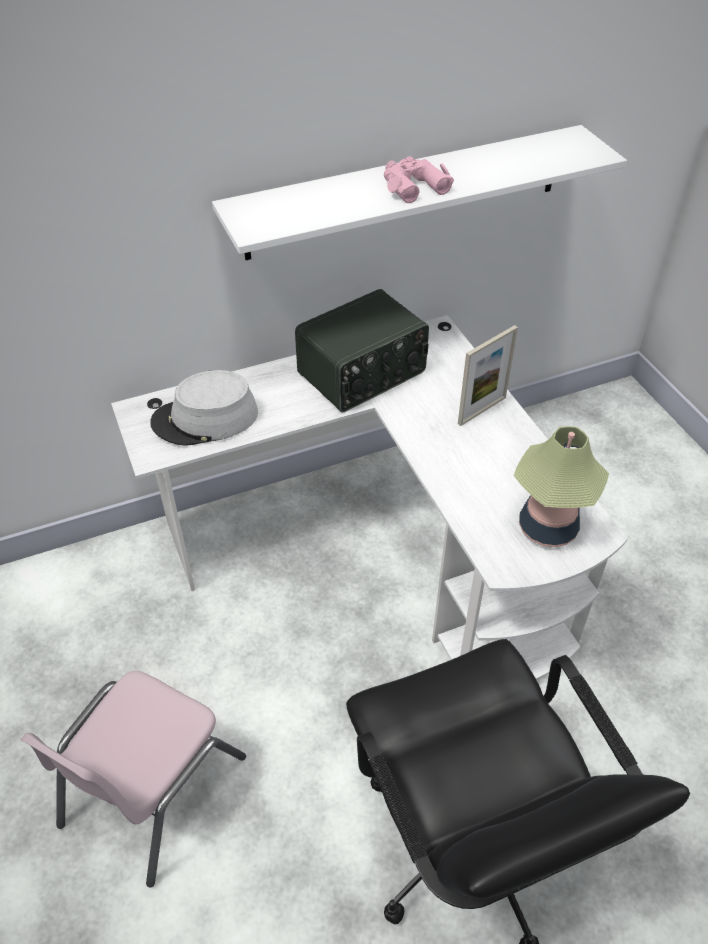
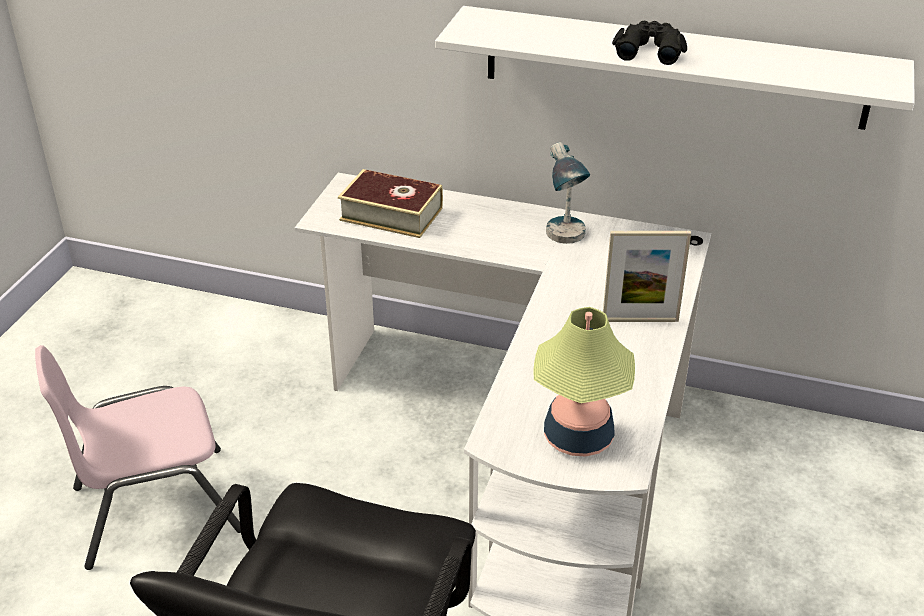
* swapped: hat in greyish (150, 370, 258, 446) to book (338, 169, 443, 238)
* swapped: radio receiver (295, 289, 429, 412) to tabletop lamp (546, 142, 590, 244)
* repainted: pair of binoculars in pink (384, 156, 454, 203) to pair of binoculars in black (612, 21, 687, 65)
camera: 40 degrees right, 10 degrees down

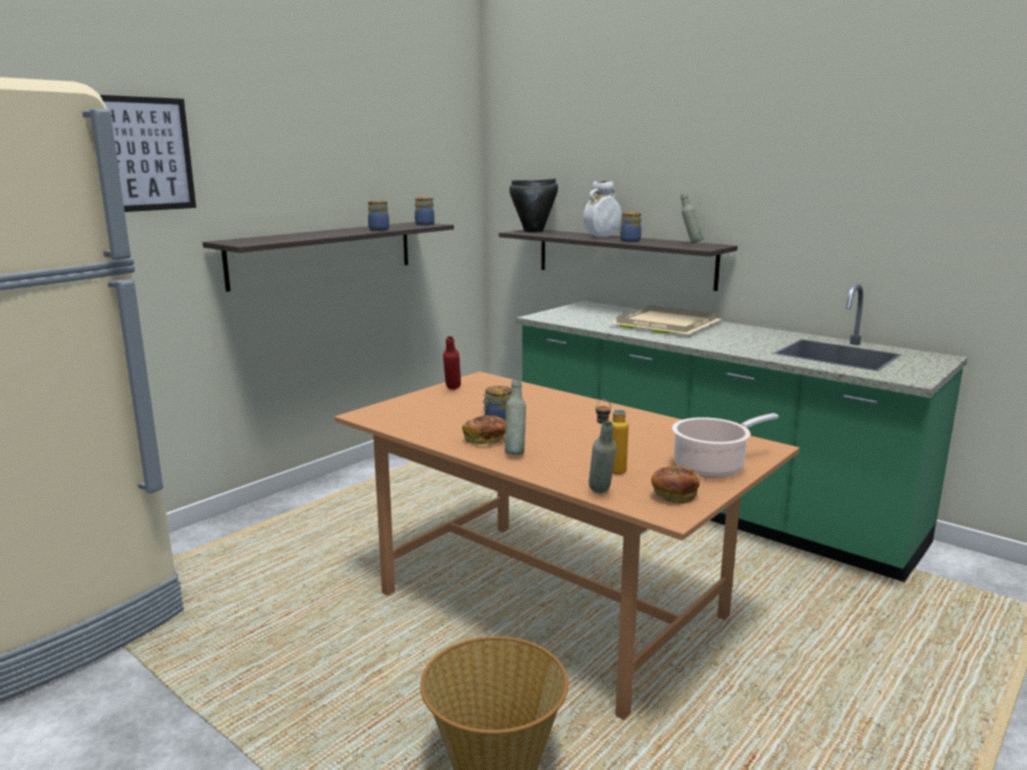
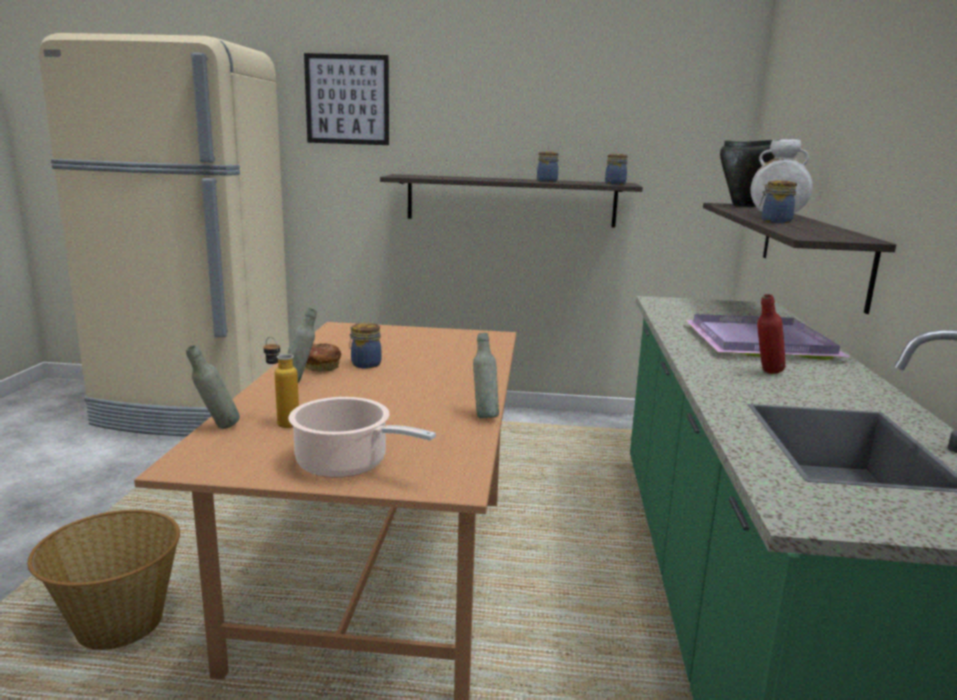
* gone: bakery bread (651, 466, 700, 503)
* shifted: beverage bottle in red (443, 336, 461, 390) to (757, 294, 785, 374)
* shifted: beverage bottle in greyish (681, 193, 703, 244) to (473, 333, 499, 418)
* repainted: tray in beige (610, 305, 722, 334) to tray in purple (685, 314, 850, 360)
camera: 55 degrees right, 0 degrees up

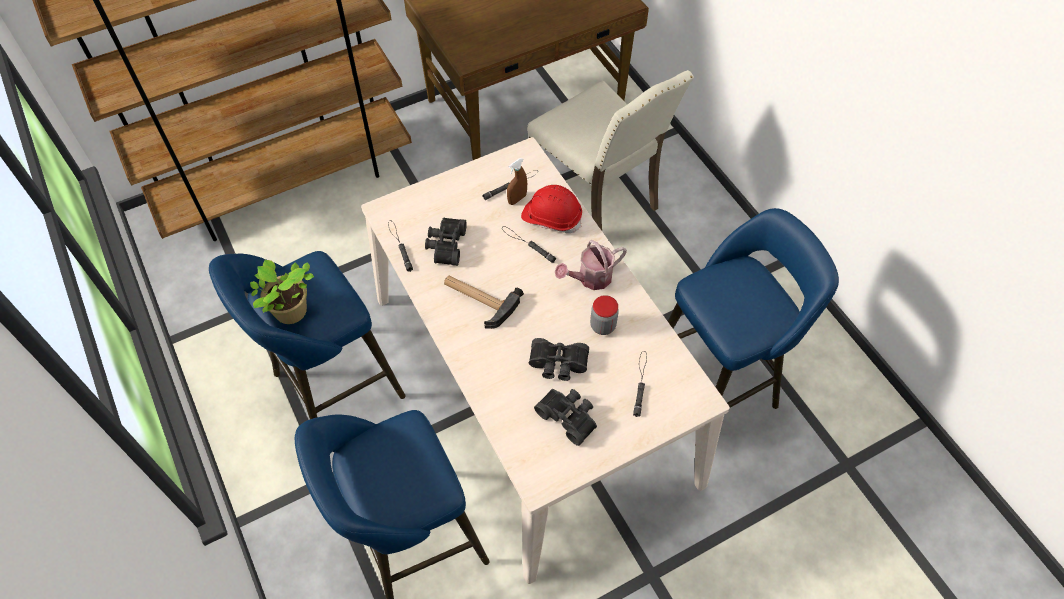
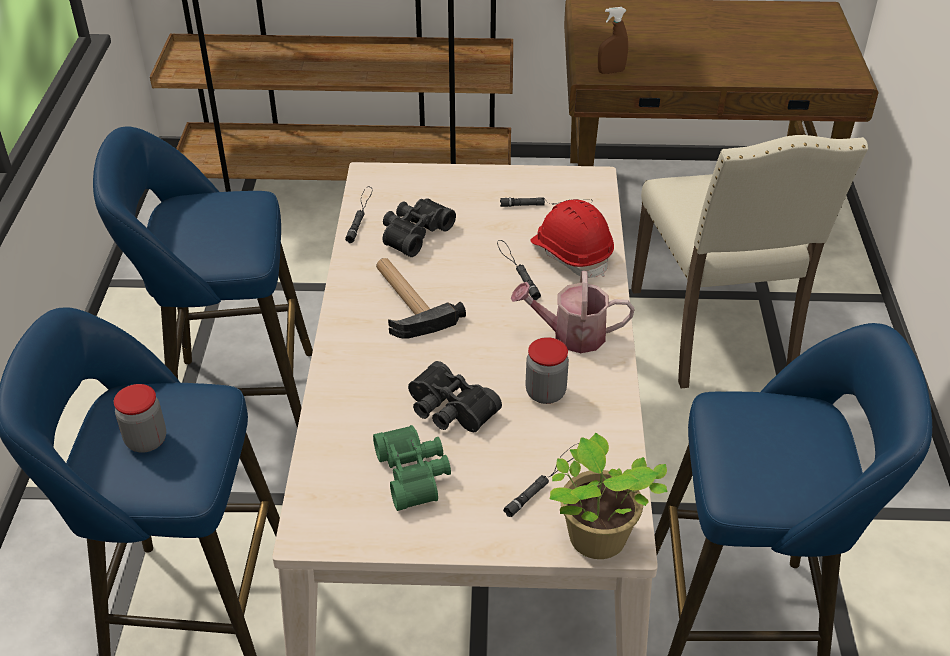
* new: storage jar (114, 384, 166, 453)
* shifted: houseplant (250, 260, 314, 324) to (549, 433, 668, 559)
* shifted: hand sprayer in brown-coloured (507, 158, 527, 205) to (598, 7, 628, 74)
* repainted: pair of binoculars in black (534, 389, 597, 446) to pair of binoculars in green (373, 425, 451, 511)
camera: 30 degrees right, 15 degrees down

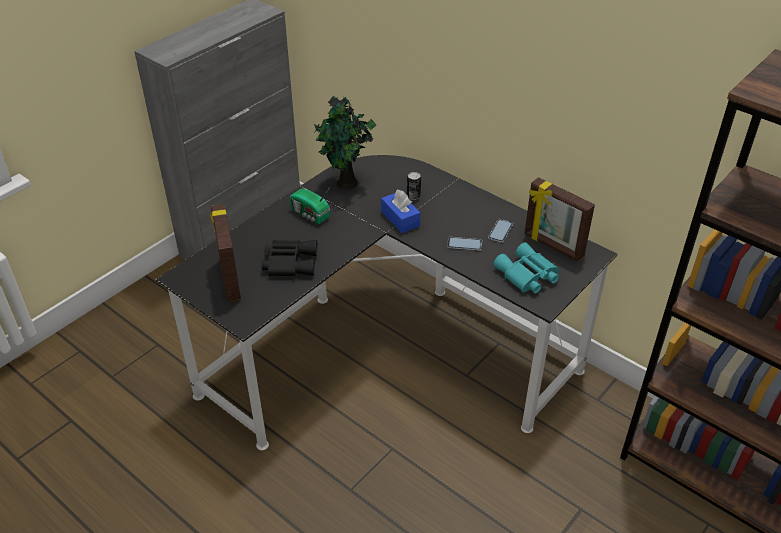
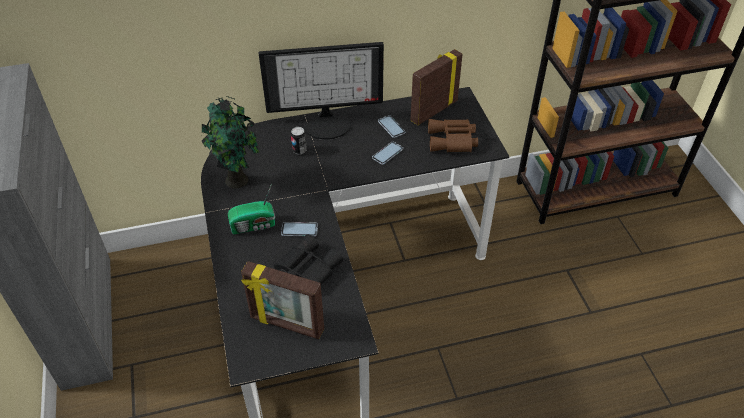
* gone: box of tissues in bluish (381, 190, 420, 233)
* new: computer screen (259, 42, 384, 140)
* new: handset (281, 222, 318, 237)
* repainted: pair of binoculars in turquoise-coloured (493, 242, 559, 293) to pair of binoculars in brown-coloured (428, 119, 478, 153)
* rotated: photo frame (525, 177, 595, 261) = (410, 49, 463, 125) 150 degrees clockwise
camera: 55 degrees left, 5 degrees up

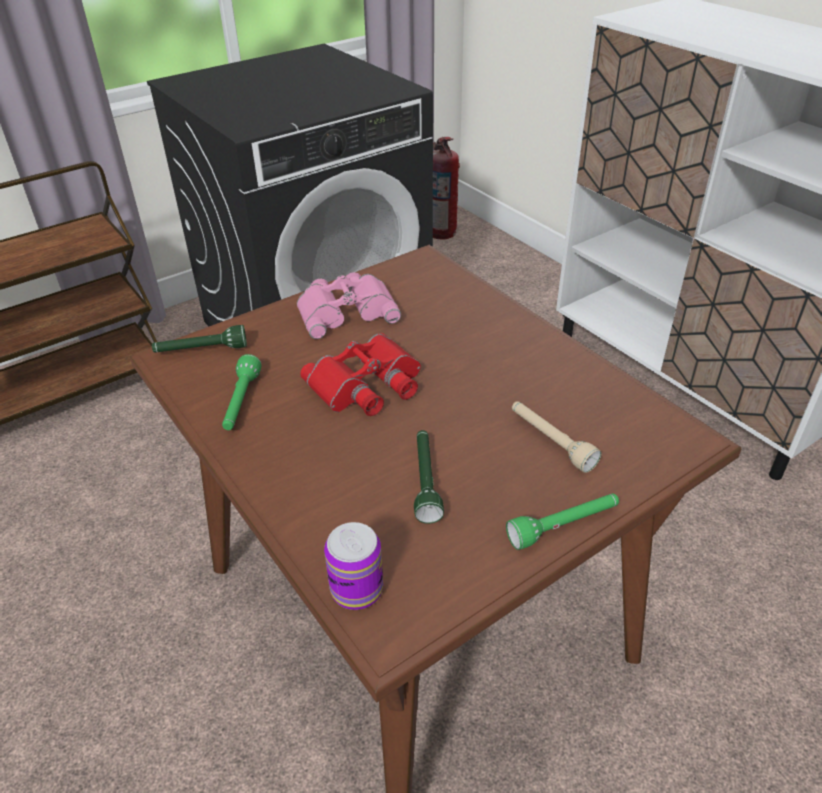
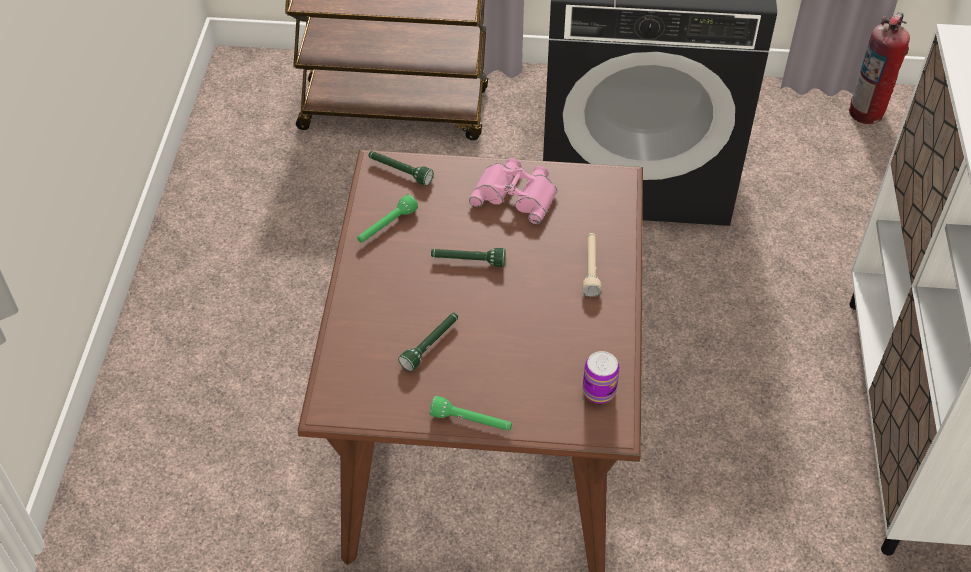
* shifted: metal can (324, 522, 383, 610) to (583, 351, 620, 404)
* shifted: torch in beige (512, 401, 601, 473) to (582, 233, 602, 297)
* swapped: pair of binoculars in red (300, 333, 421, 416) to torch in green (431, 248, 506, 267)
camera: 40 degrees right, 10 degrees up

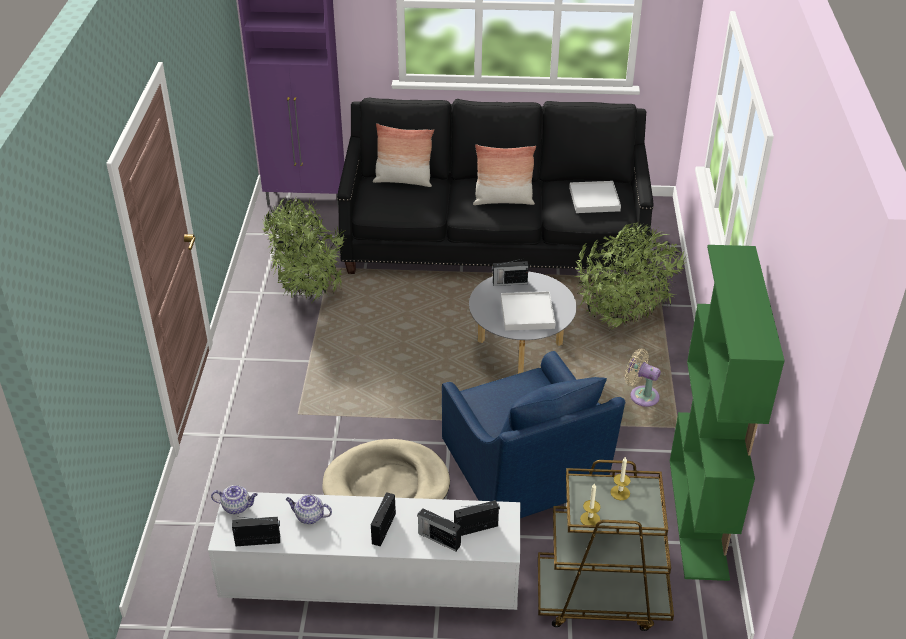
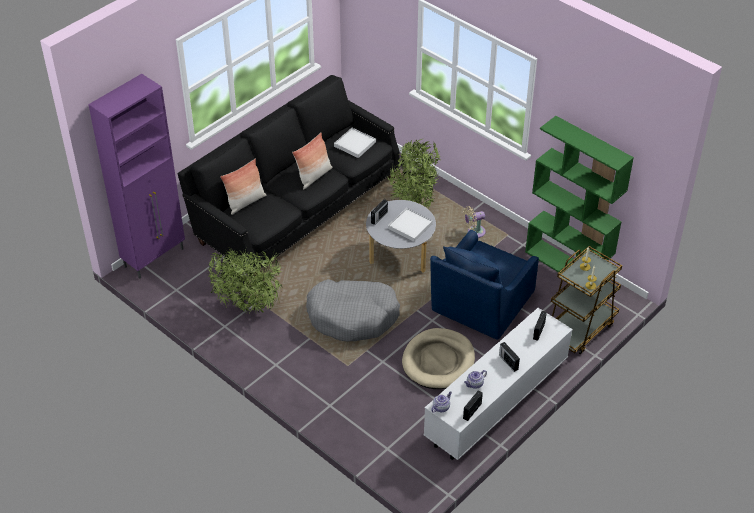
* gone: radio receiver (417, 508, 461, 551)
* new: dog bed in greyish (306, 279, 400, 341)
* rotated: armchair in bluish (442, 351, 625, 518) = (430, 230, 539, 339) 105 degrees clockwise
camera: 50 degrees left, 5 degrees up

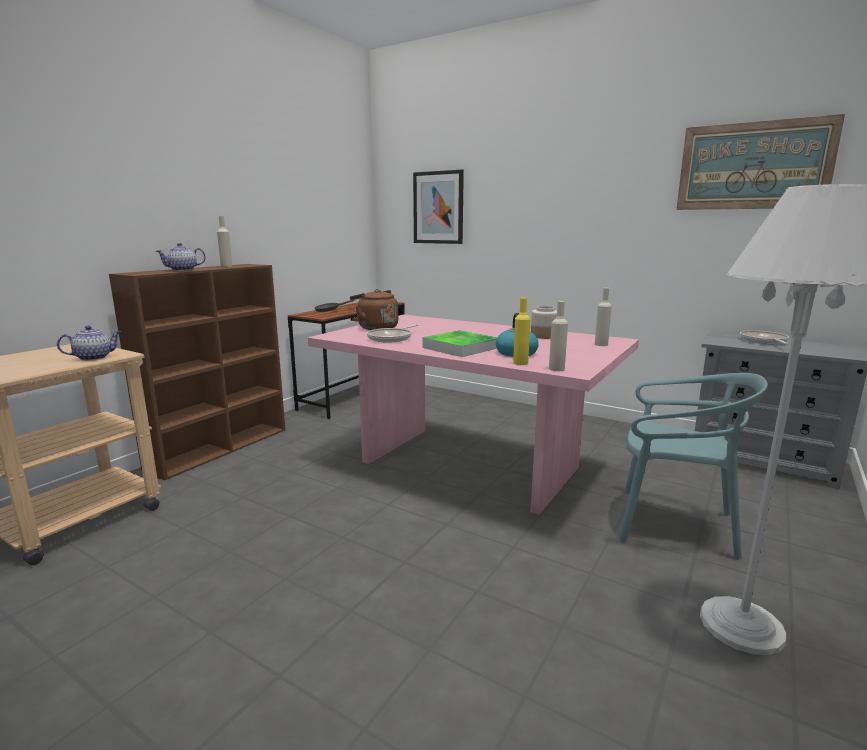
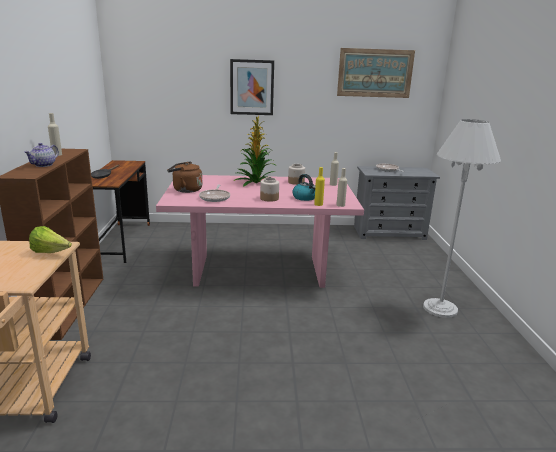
* gone: upright chair in turquoise-coloured (618, 373, 768, 559)
* new: houseplant (234, 116, 277, 187)
* shifted: wall picture (413, 170, 464, 244) to (230, 59, 274, 115)
* swapped: tea pot (57, 325, 121, 361) to lettuce (29, 226, 72, 253)
* swapped: tray (423, 330, 497, 357) to storage jar (260, 178, 279, 202)
camera: 35 degrees left, 5 degrees up

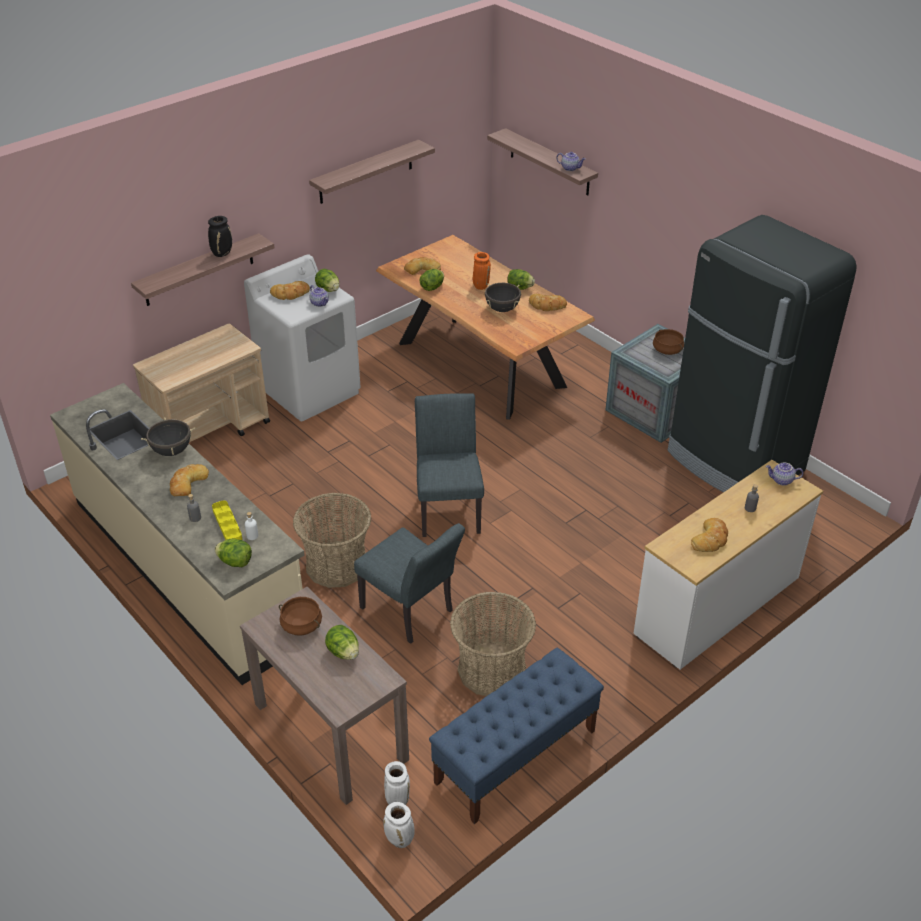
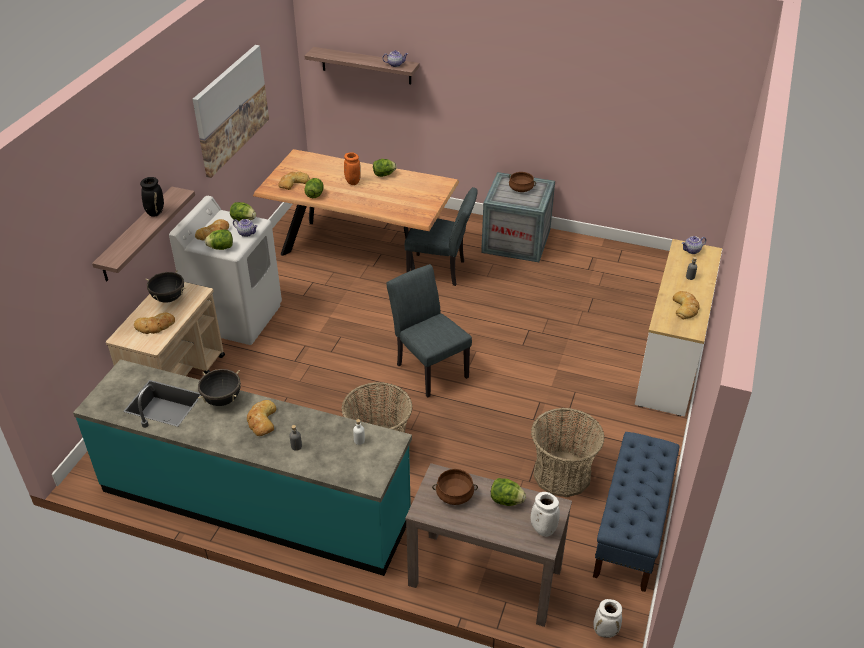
* gone: tray in yellow-coloured (212, 501, 242, 540)
* gone: refrigerator in black (668, 215, 857, 492)
* shifted: lettuce (214, 539, 252, 567) to (205, 229, 233, 250)
* shifted: upright chair in greyish (354, 523, 465, 644) to (405, 187, 478, 286)
* shifted: vase in white-coloured (384, 761, 410, 805) to (531, 492, 560, 537)
* shifted: stockpot in black (485, 283, 521, 312) to (146, 270, 185, 303)
* shifted: bakery bread (529, 294, 567, 311) to (134, 313, 175, 334)
* swapped: bracket shelf (309, 140, 435, 204) to wall picture (192, 45, 269, 178)
* repainted: kitchen counter in beige (50, 383, 305, 685) to kitchen counter in turquoise-coloured (73, 359, 412, 576)
camera: 30 degrees left, 0 degrees up

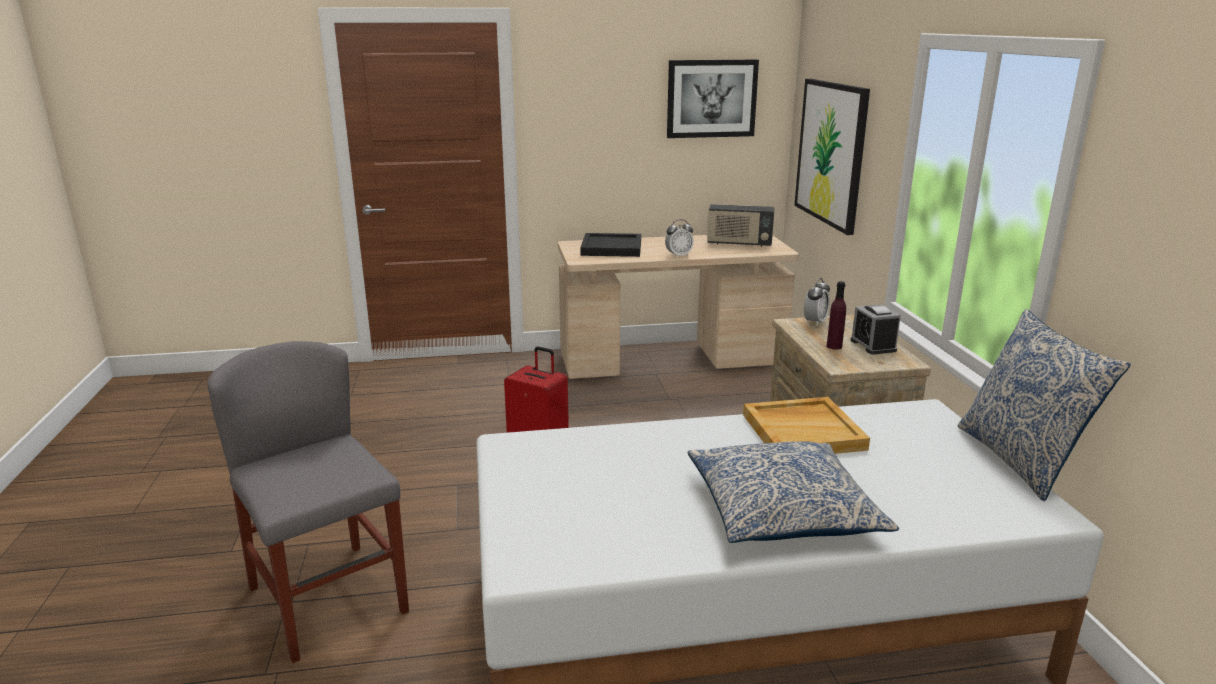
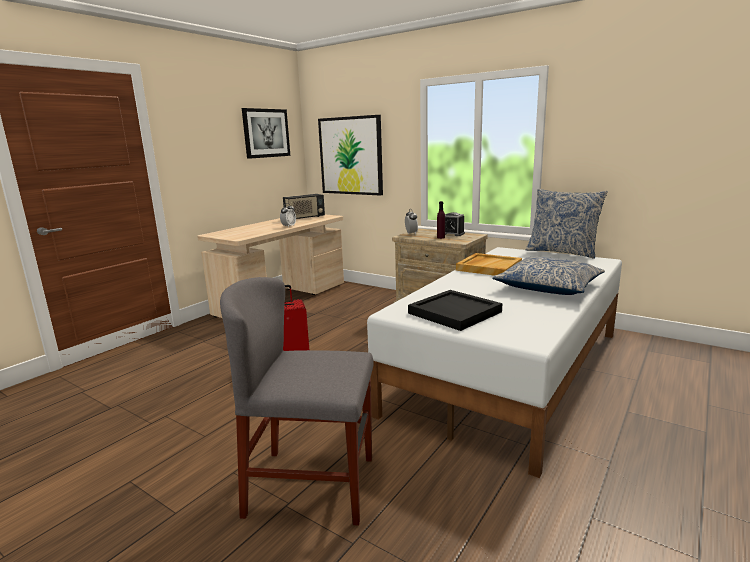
* shifted: tray in black (580, 233, 641, 257) to (408, 290, 502, 331)
camera: 45 degrees left, 5 degrees down

